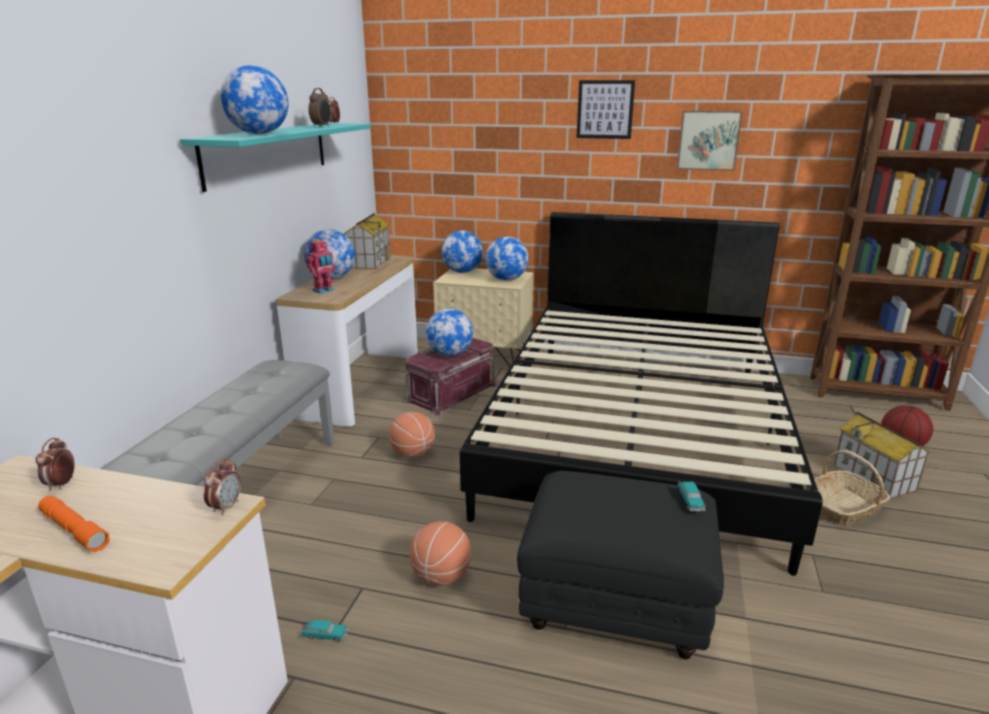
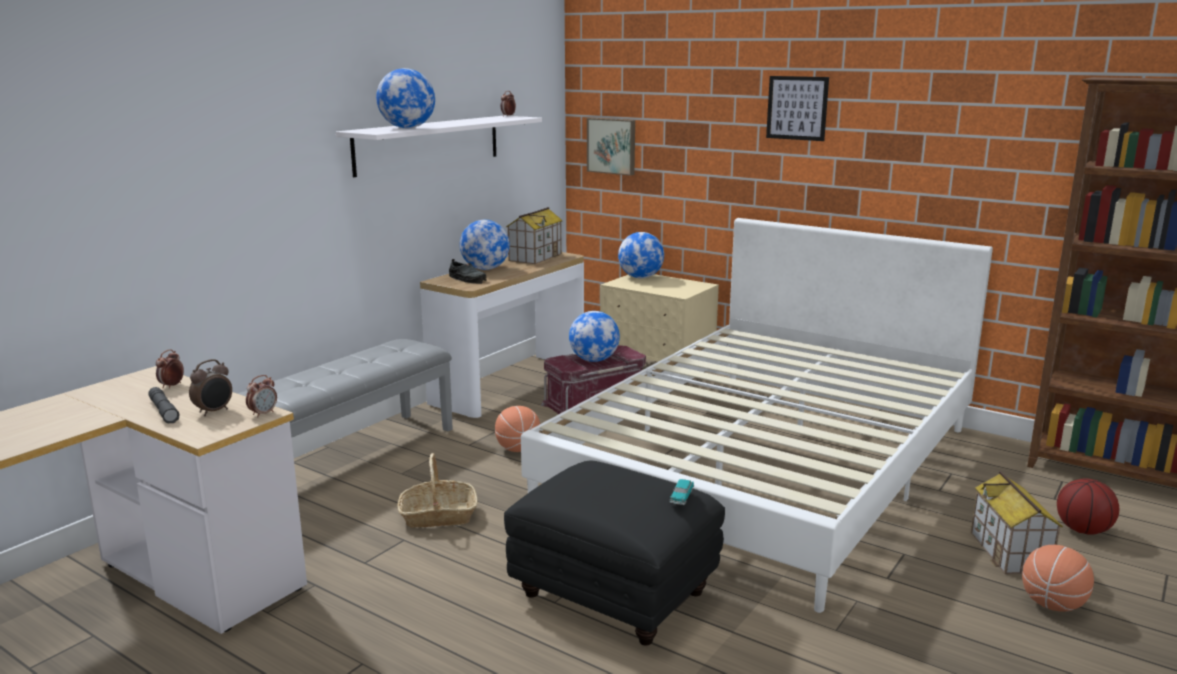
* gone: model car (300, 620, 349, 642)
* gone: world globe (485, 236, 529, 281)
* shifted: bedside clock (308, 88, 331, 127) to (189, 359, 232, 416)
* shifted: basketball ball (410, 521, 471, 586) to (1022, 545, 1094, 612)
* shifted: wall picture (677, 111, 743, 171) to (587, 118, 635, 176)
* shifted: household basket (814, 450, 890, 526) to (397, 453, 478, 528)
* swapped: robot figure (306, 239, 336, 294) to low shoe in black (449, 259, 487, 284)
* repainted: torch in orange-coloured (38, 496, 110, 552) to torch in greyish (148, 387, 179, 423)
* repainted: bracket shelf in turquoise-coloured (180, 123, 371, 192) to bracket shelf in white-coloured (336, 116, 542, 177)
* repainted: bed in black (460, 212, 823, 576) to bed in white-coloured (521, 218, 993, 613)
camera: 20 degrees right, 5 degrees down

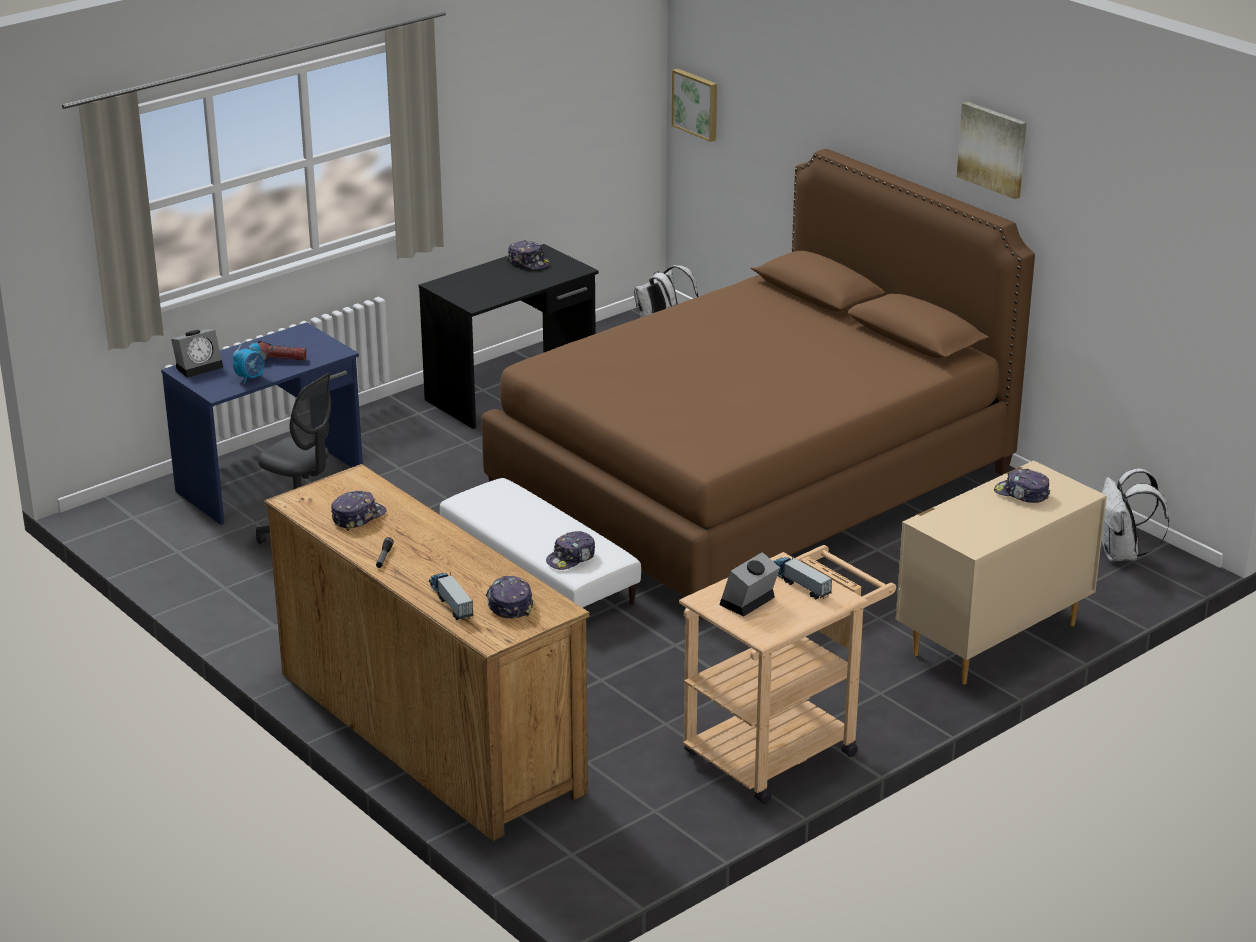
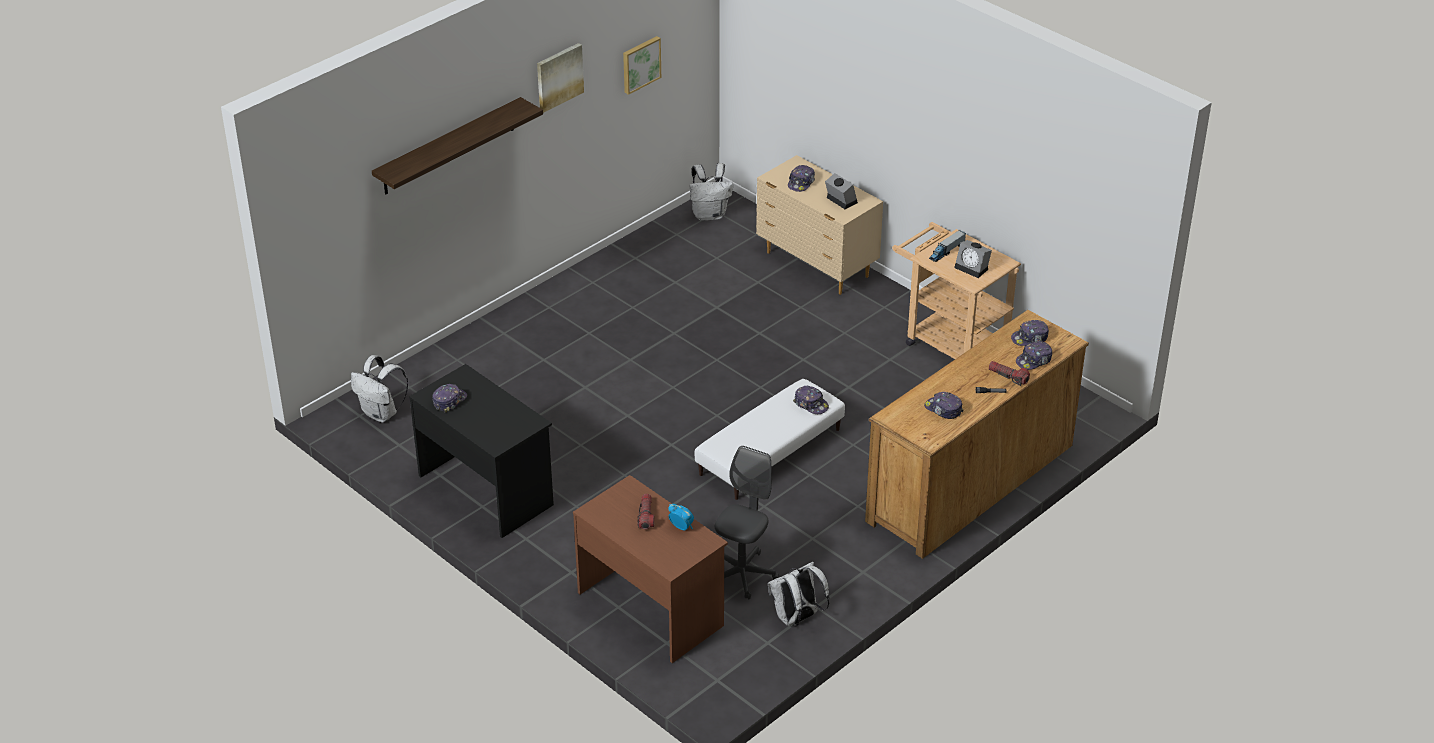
* gone: bed in brown-coloured (481, 149, 1035, 597)
* new: bracket shelf (372, 97, 543, 195)
* new: backpack in white-coloured (768, 562, 830, 627)
* new: torch (989, 361, 1030, 386)
* shifted: bedside clock (171, 329, 223, 378) to (825, 173, 858, 209)
* shifted: wall picture (672, 69, 717, 142) to (623, 36, 661, 95)
* swapped: toy lorry (429, 572, 473, 621) to cap (1016, 341, 1052, 370)
* repainted: desk in bluish (161, 322, 363, 525) to desk in brown-coloured (573, 475, 728, 663)
camera: 95 degrees left, 10 degrees up

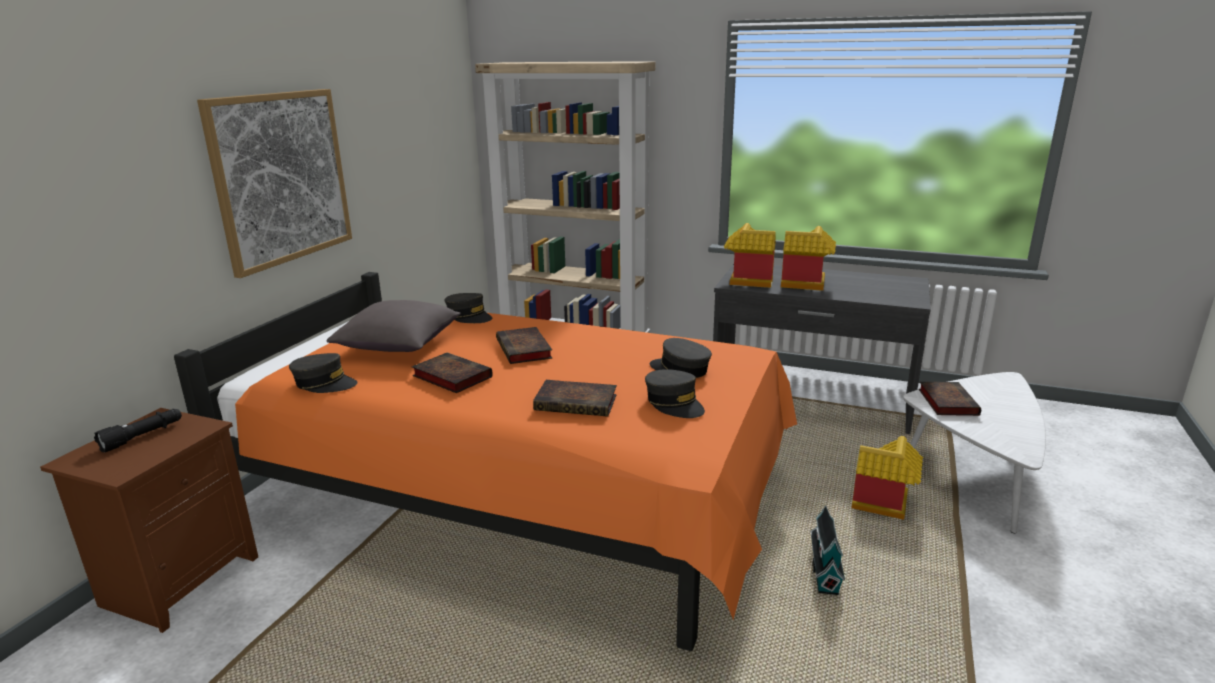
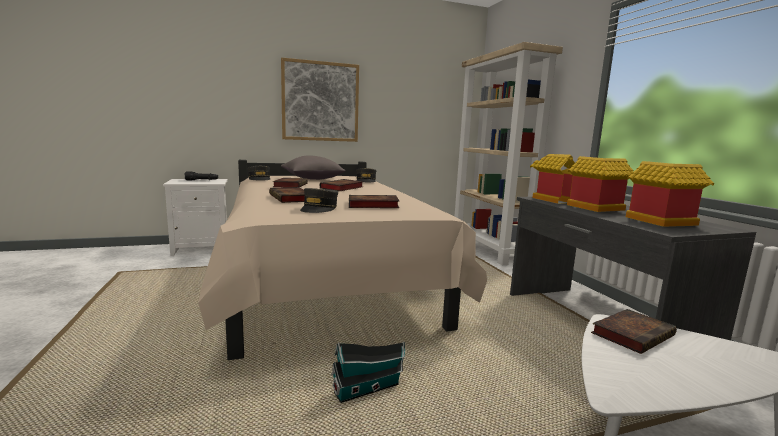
* shifted: toy house (851, 436, 923, 520) to (626, 161, 714, 227)
* swapped: cap in greyish (650, 338, 712, 378) to book (349, 195, 399, 208)
* repainted: night table in brown-coloured (40, 408, 258, 633) to night table in white-coloured (163, 179, 228, 256)
* repainted: bed in orange-coloured (174, 272, 797, 651) to bed in beige (198, 160, 487, 360)
camera: 50 degrees right, 10 degrees down

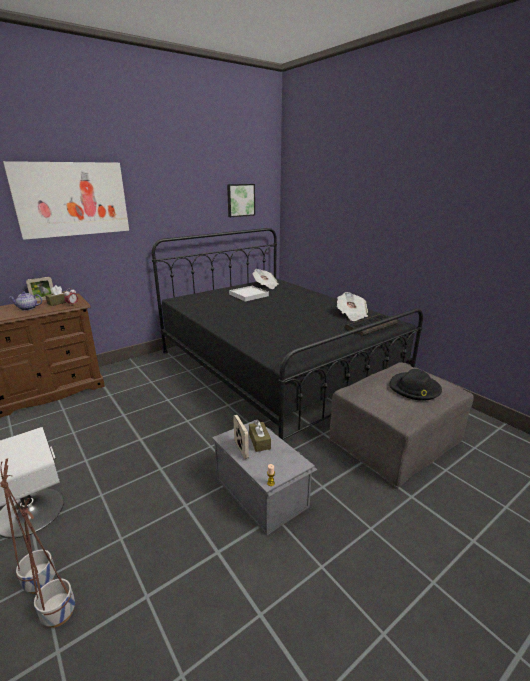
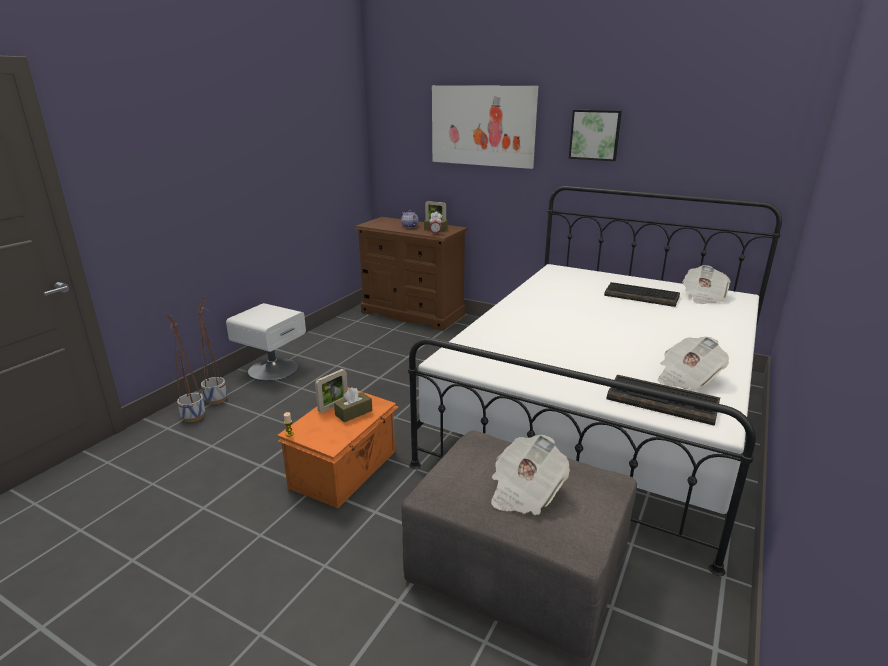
* shifted: wall picture (227, 184, 255, 217) to (569, 110, 622, 161)
* swapped: tray in white-coloured (229, 286, 269, 302) to computer keyboard (604, 282, 680, 307)
* swapped: hat in black (390, 369, 442, 401) to daily paper (491, 435, 570, 515)
* repainted: bed in black (152, 228, 423, 440) to bed in white-coloured (408, 186, 782, 576)
* repainted: storage box in greyish (212, 420, 317, 535) to storage box in orange-coloured (277, 387, 398, 508)
camera: 65 degrees right, 0 degrees up

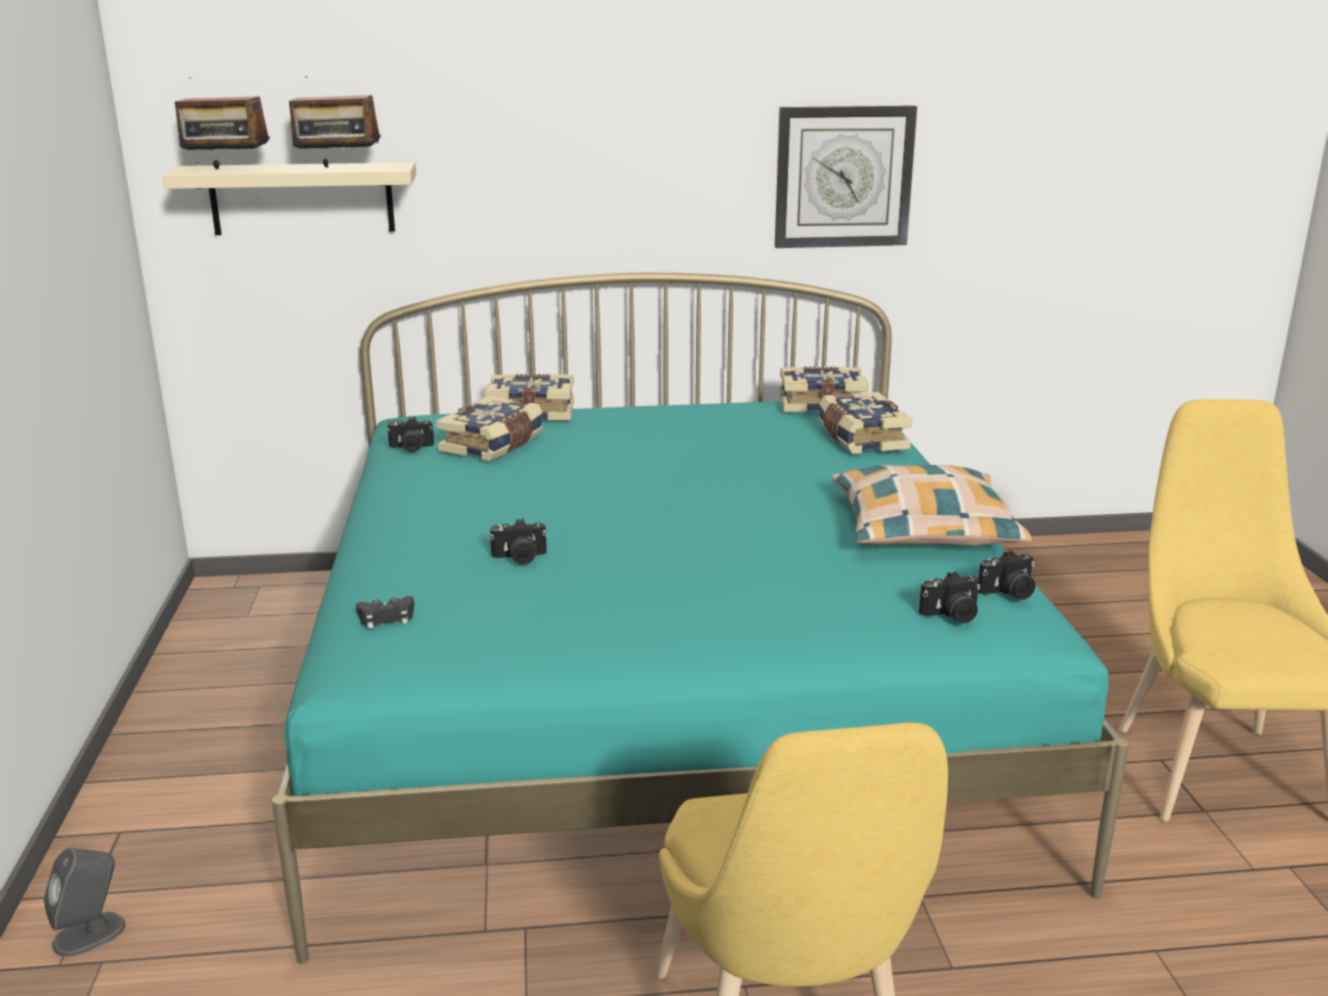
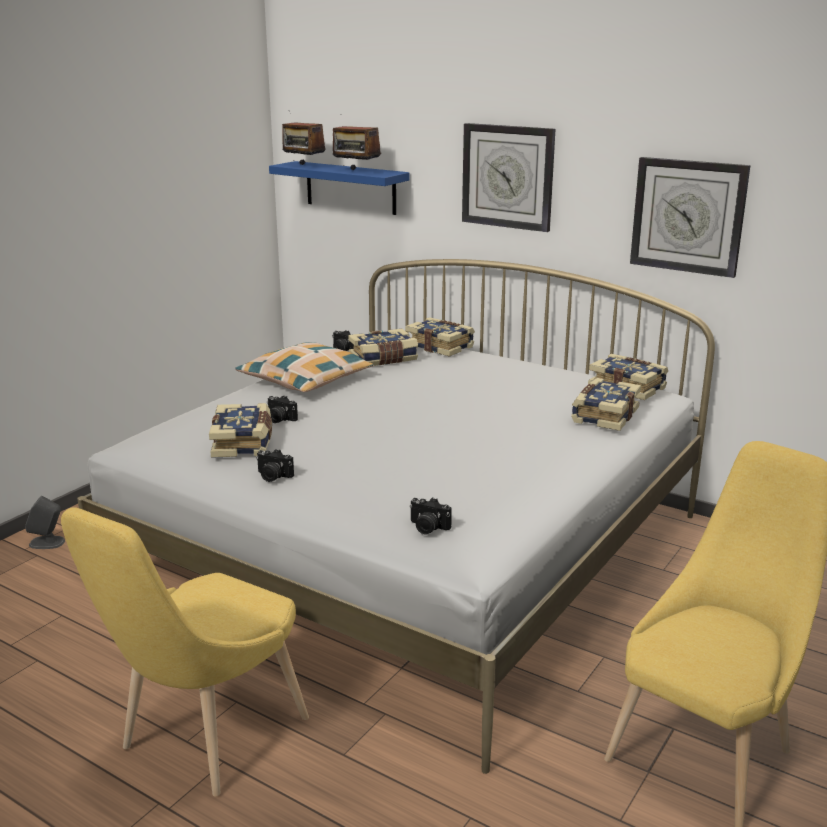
* gone: game controller in black (356, 596, 414, 628)
* new: book (209, 403, 272, 458)
* new: clock on the wall (462, 123, 556, 232)
* shifted: cushion (832, 465, 1032, 546) to (235, 342, 374, 392)
* shifted: still camera (978, 550, 1035, 600) to (256, 449, 294, 482)
* repainted: bracket shelf in beige (162, 162, 416, 235) to bracket shelf in bluish (269, 161, 409, 215)
* repainted: bed in turquoise-coloured (272, 273, 1129, 964) to bed in white-coloured (77, 259, 715, 774)
camera: 40 degrees right, 0 degrees up

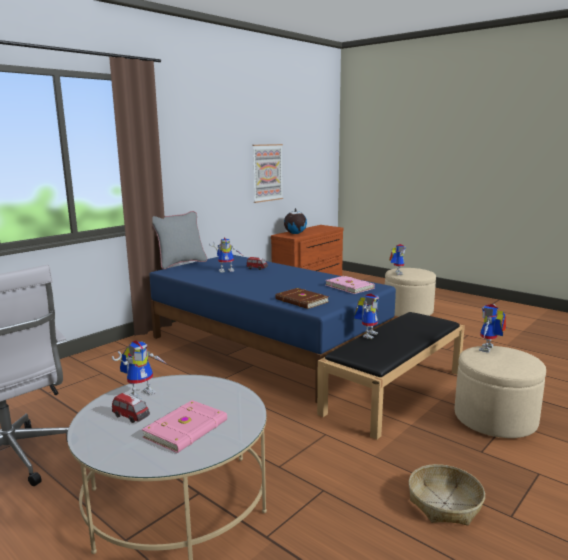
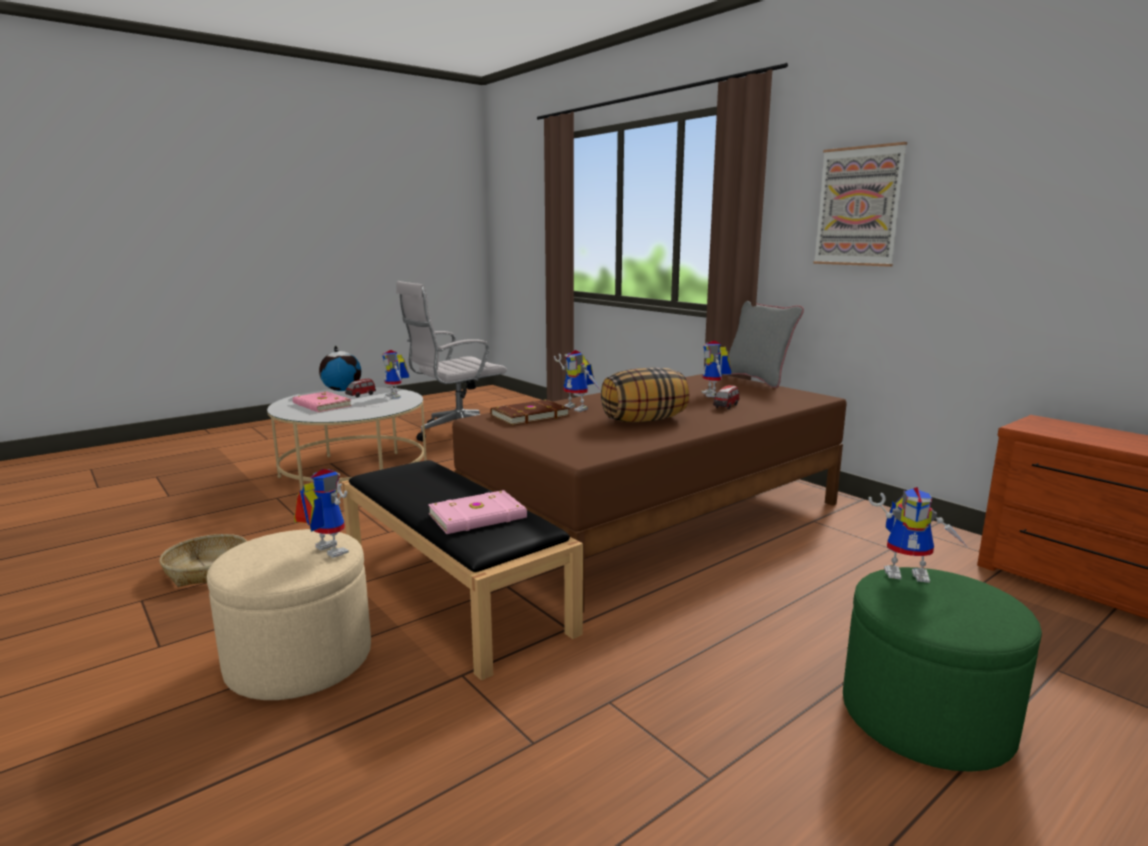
* new: cushion (601, 368, 689, 422)
* shifted: wall picture (252, 144, 283, 203) to (813, 142, 907, 267)
* shifted: world globe (284, 208, 307, 234) to (319, 346, 361, 391)
* shifted: book in pink (325, 276, 375, 294) to (428, 490, 527, 534)
* shifted: robot figure (354, 294, 379, 339) to (554, 350, 600, 412)
* repainted: bed in bluish (149, 255, 396, 403) to bed in brown-coloured (452, 374, 847, 613)
* repainted: footrest in beige (385, 268, 436, 317) to footrest in green (843, 567, 1042, 772)
camera: 100 degrees right, 0 degrees up

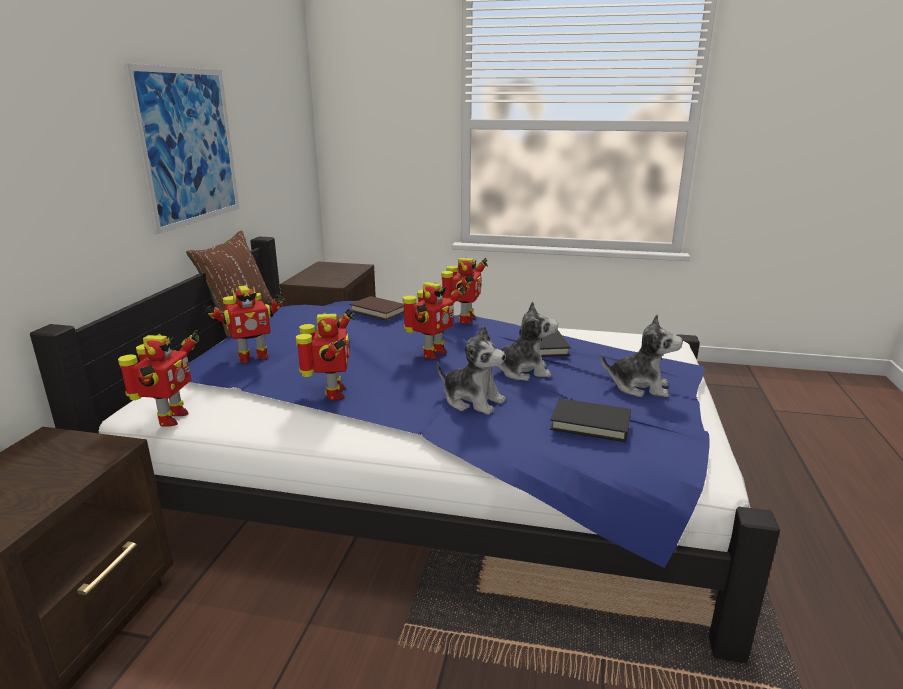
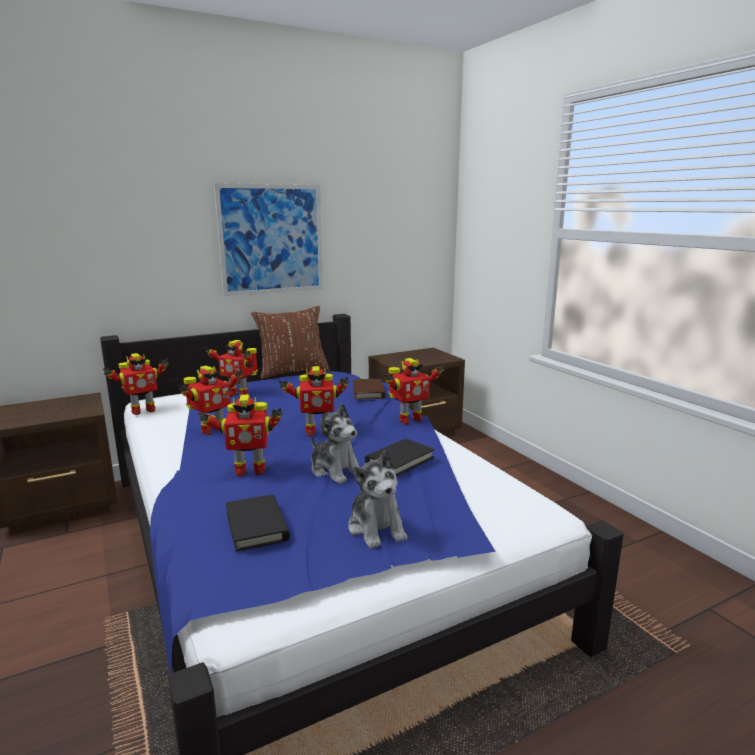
* swapped: soft toy (437, 325, 506, 415) to robot figure (198, 395, 282, 477)
camera: 50 degrees right, 5 degrees down

